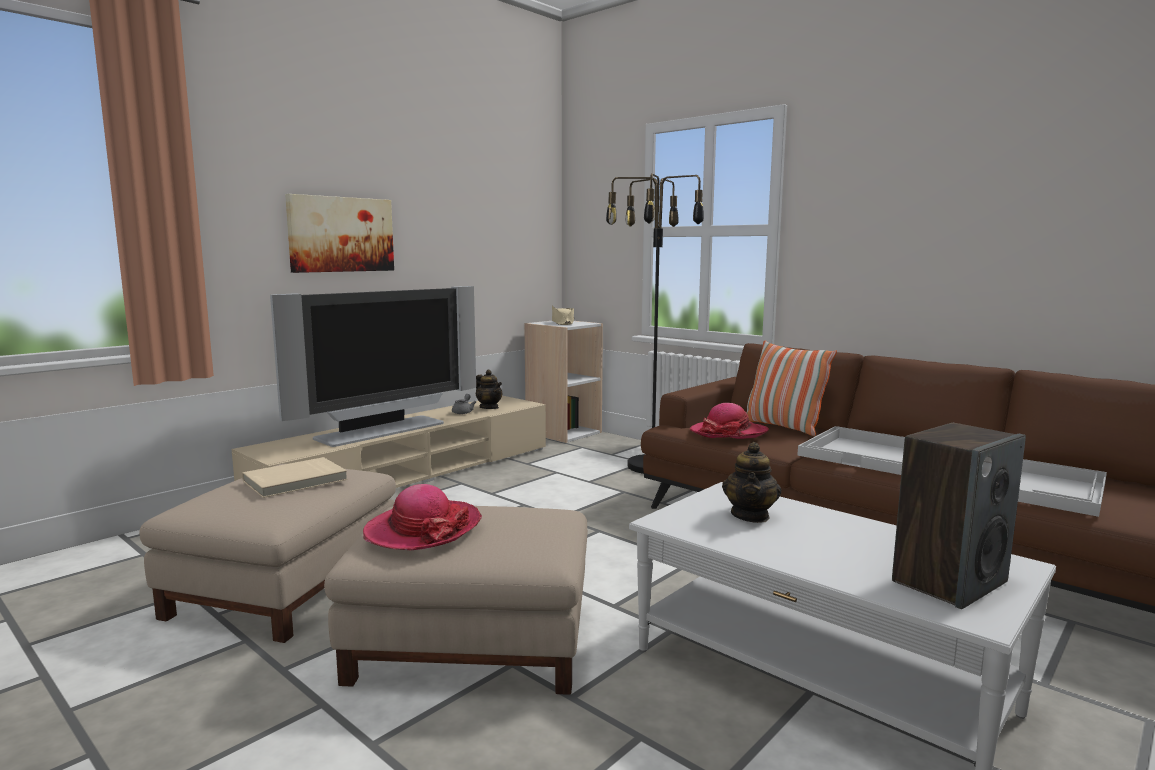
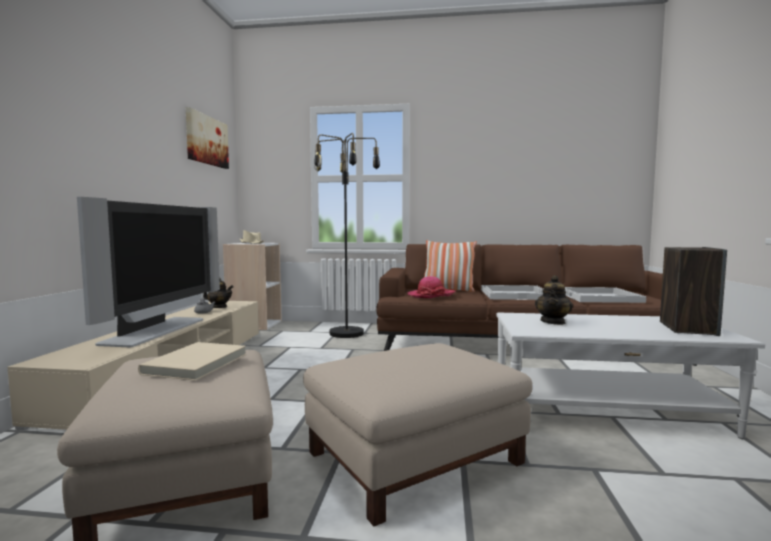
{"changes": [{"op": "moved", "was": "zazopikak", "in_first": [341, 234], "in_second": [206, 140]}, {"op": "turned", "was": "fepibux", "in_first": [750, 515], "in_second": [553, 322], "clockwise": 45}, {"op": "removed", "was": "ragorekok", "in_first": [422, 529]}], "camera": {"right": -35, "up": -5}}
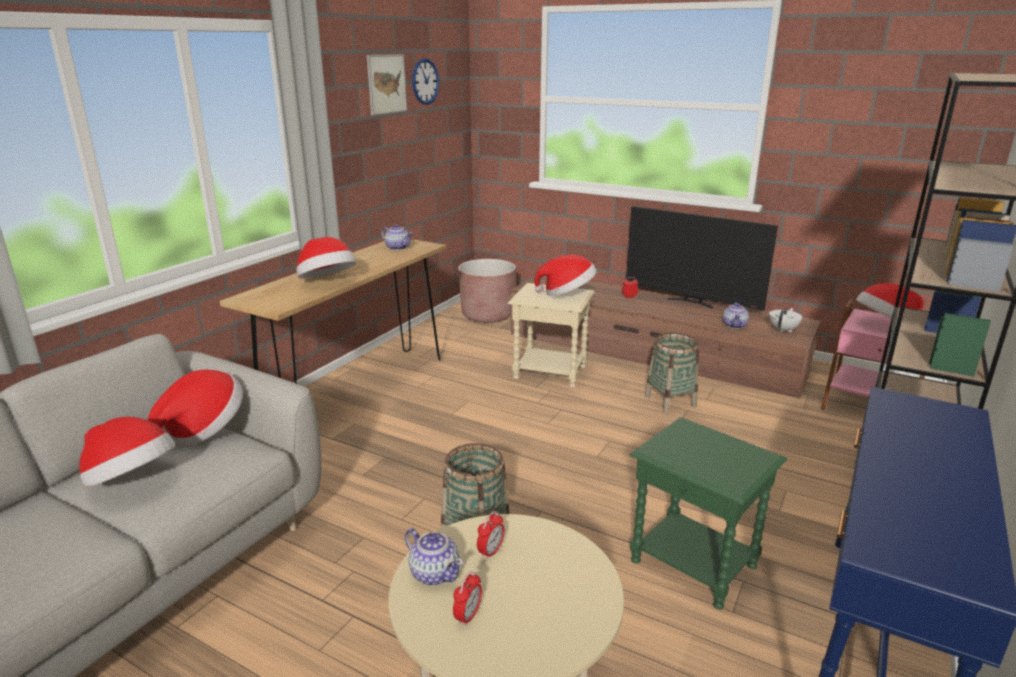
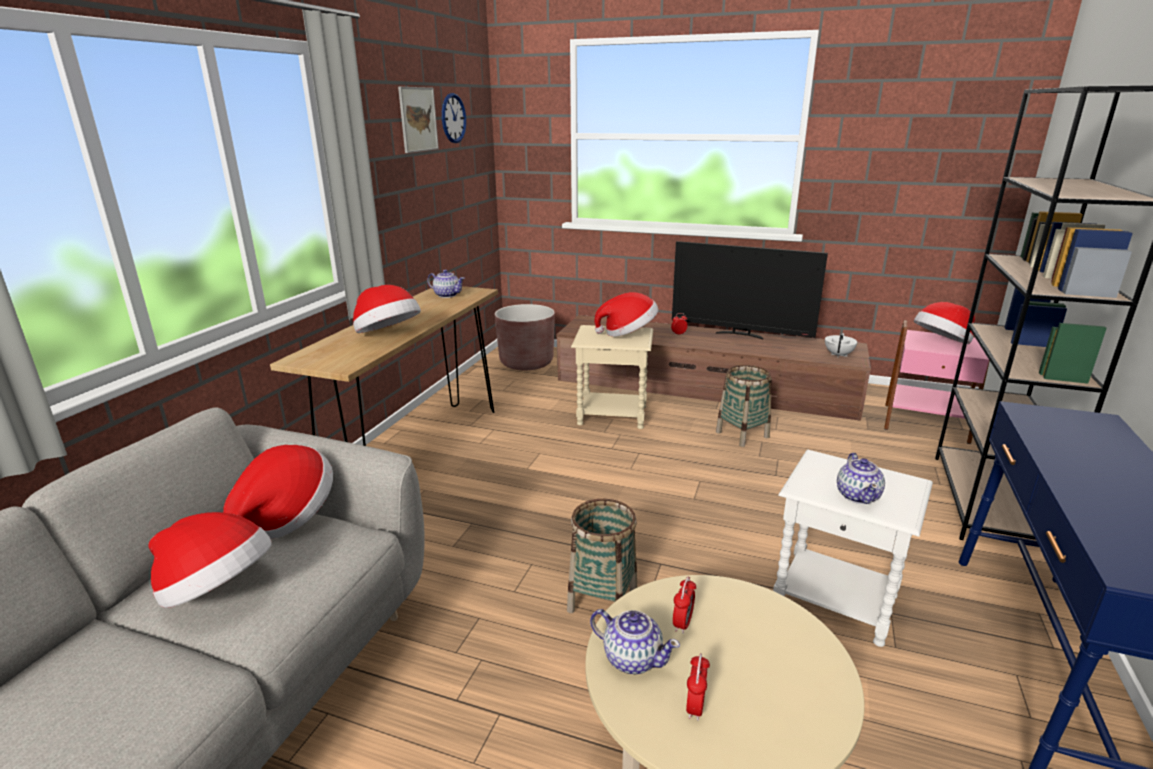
{"changes": [{"op": "recoloured", "was": "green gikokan", "now": "white gikokan", "in_first": [694, 562], "in_second": [835, 598]}, {"op": "moved", "was": "fepibux", "in_first": [734, 325], "in_second": [858, 496]}], "camera": {"right": -10, "up": 0}}
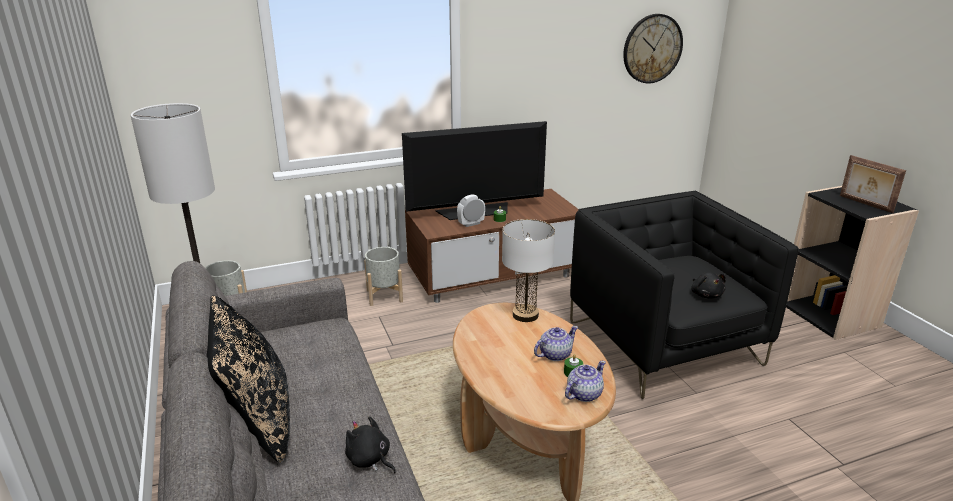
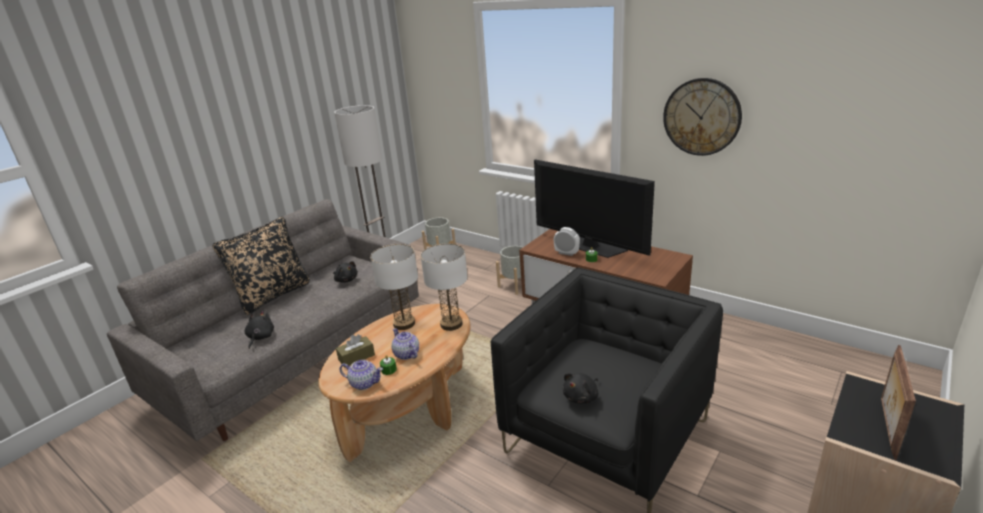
{"changes": [{"op": "added", "now": "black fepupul", "in_second": [346, 280]}, {"op": "added", "now": "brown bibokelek", "in_second": [356, 357]}, {"op": "added", "now": "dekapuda", "in_second": [403, 324]}, {"op": "turned", "was": "fepibux", "in_first": [554, 355], "in_second": [406, 354], "clockwise": -150}, {"op": "moved", "was": "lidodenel", "in_first": [652, 48], "in_second": [701, 117]}], "camera": {"right": 60, "up": 0}}
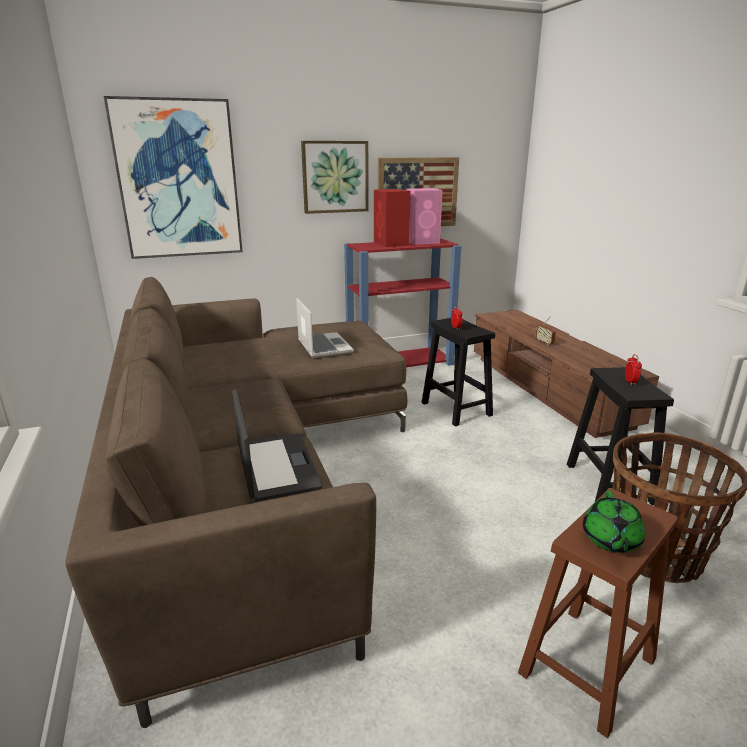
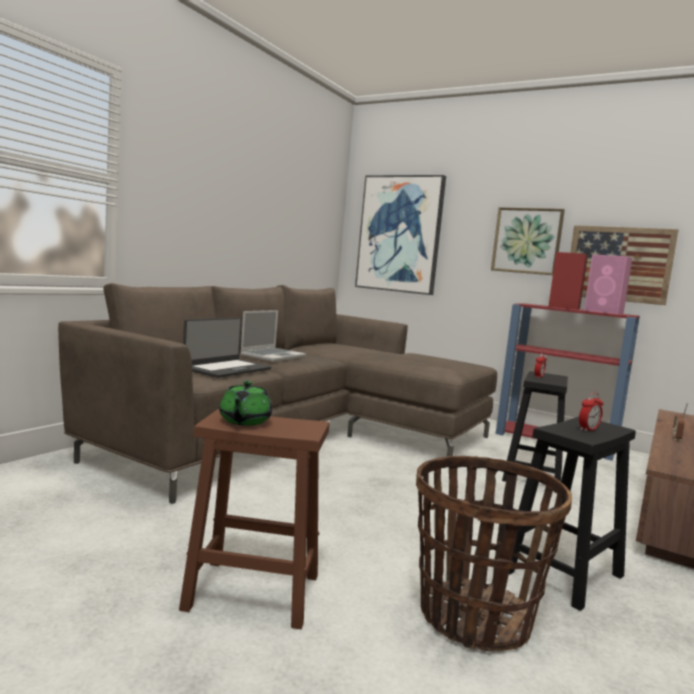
{"changes": [{"op": "turned", "was": "green fepibux", "in_first": [611, 540], "in_second": [244, 421], "clockwise": -60}, {"op": "moved", "was": "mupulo", "in_first": [323, 346], "in_second": [273, 356]}], "camera": {"right": 50, "up": -15}}
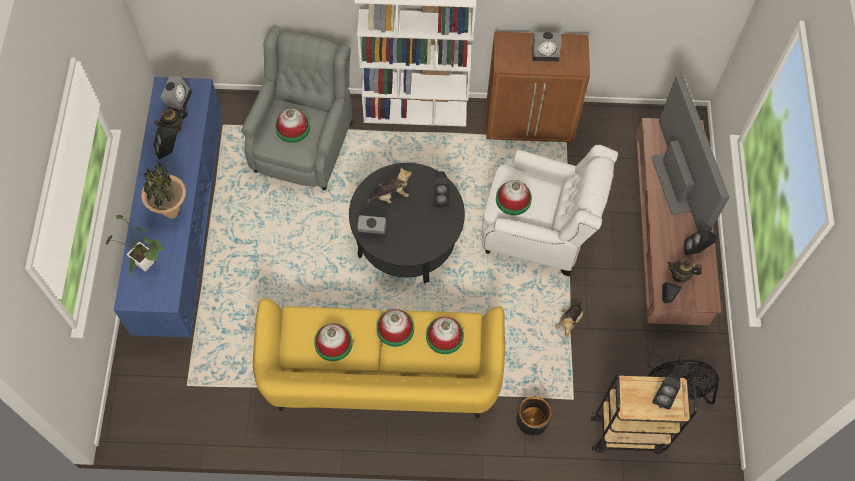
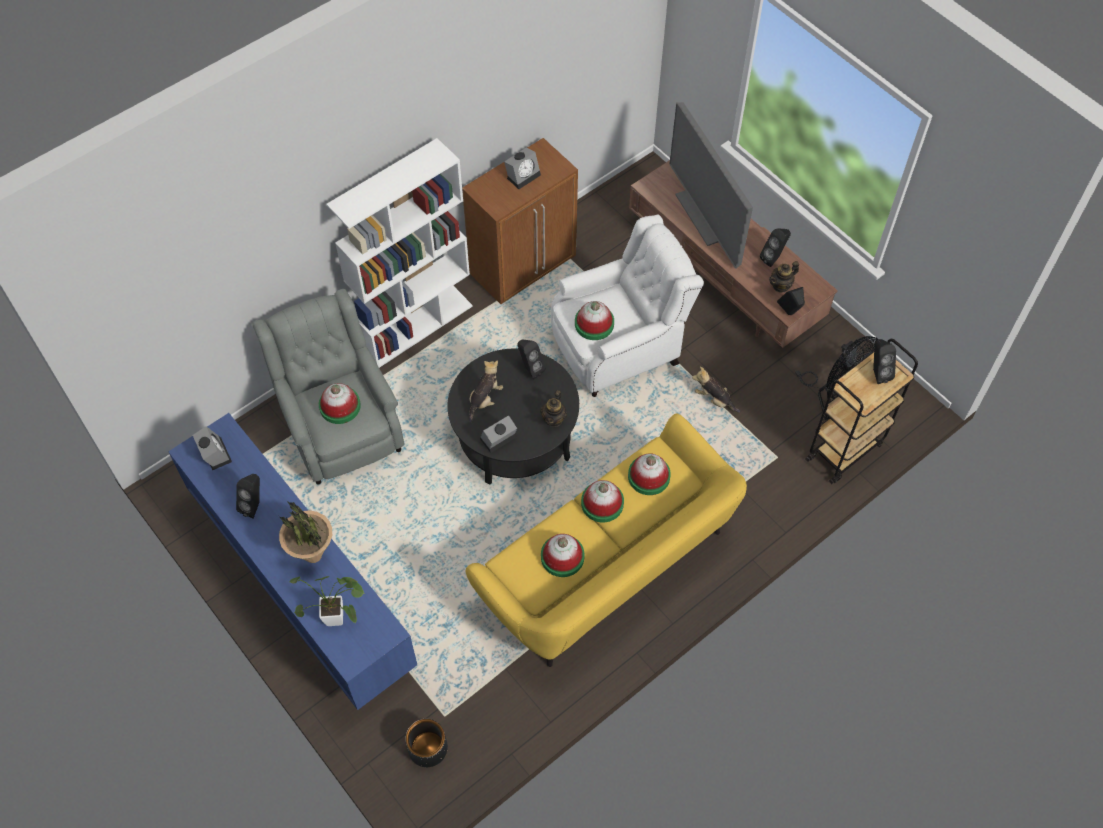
{"changes": [{"op": "moved", "was": "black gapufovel", "in_first": [532, 420], "in_second": [428, 748]}, {"op": "moved", "was": "fepibux", "in_first": [174, 127], "in_second": [554, 419]}, {"op": "turned", "was": "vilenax", "in_first": [677, 181], "in_second": [707, 215], "clockwise": -150}, {"op": "turned", "was": "fepupul", "in_first": [569, 321], "in_second": [714, 399], "clockwise": 135}], "camera": {"right": -40, "up": -5}}
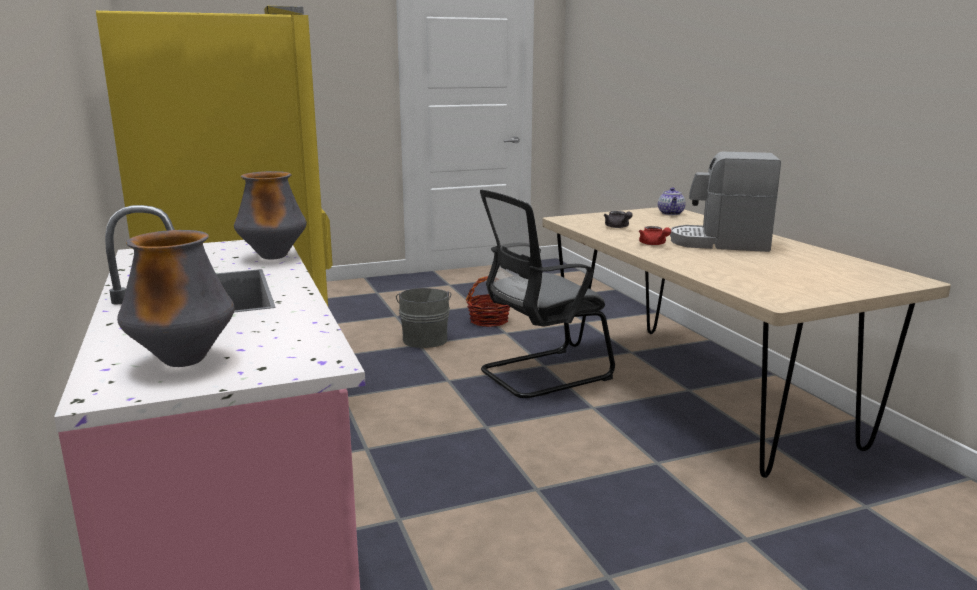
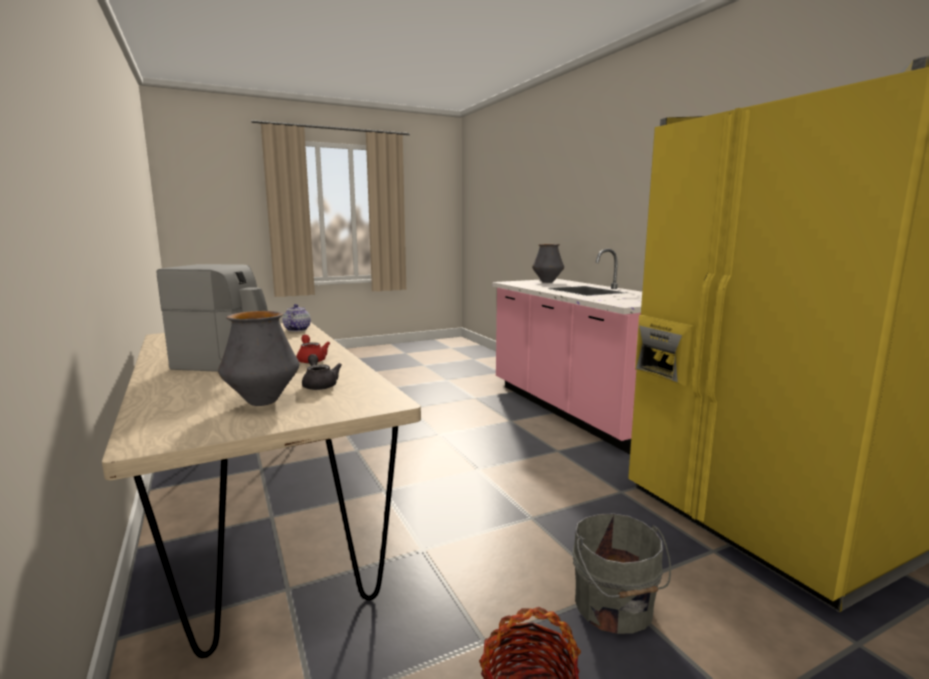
{"changes": [{"op": "moved", "was": "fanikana", "in_first": [273, 257], "in_second": [262, 401]}, {"op": "moved", "was": "fepibux", "in_first": [671, 213], "in_second": [297, 329]}, {"op": "removed", "was": "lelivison", "in_first": [540, 374]}], "camera": {"right": 175, "up": -5}}
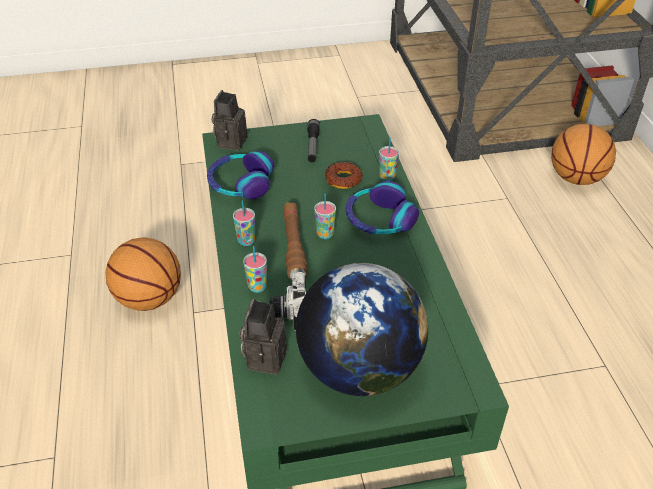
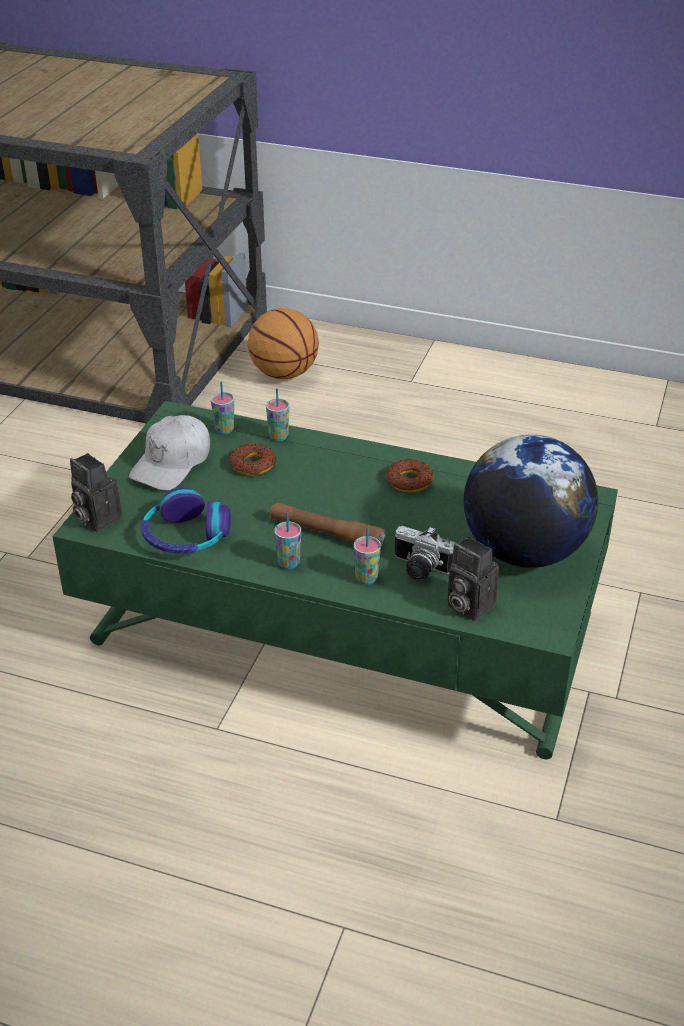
{"changes": [{"op": "replaced", "was": "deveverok", "now": "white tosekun", "in_first": [312, 146], "in_second": [172, 463]}, {"op": "moved", "was": "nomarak", "in_first": [325, 234], "in_second": [224, 430]}, {"op": "added", "now": "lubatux", "in_second": [409, 481]}, {"op": "removed", "was": "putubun", "in_first": [150, 298]}, {"op": "removed", "was": "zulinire", "in_first": [379, 219]}], "camera": {"right": -60, "up": -5}}
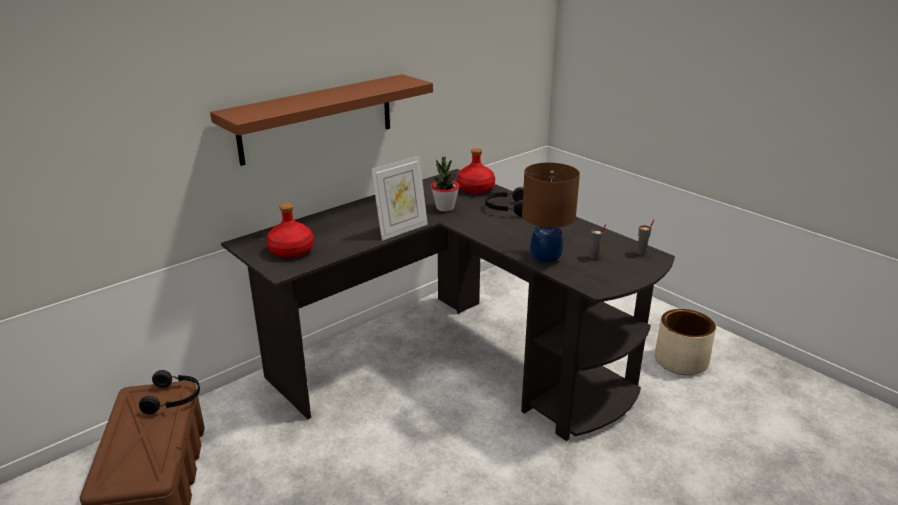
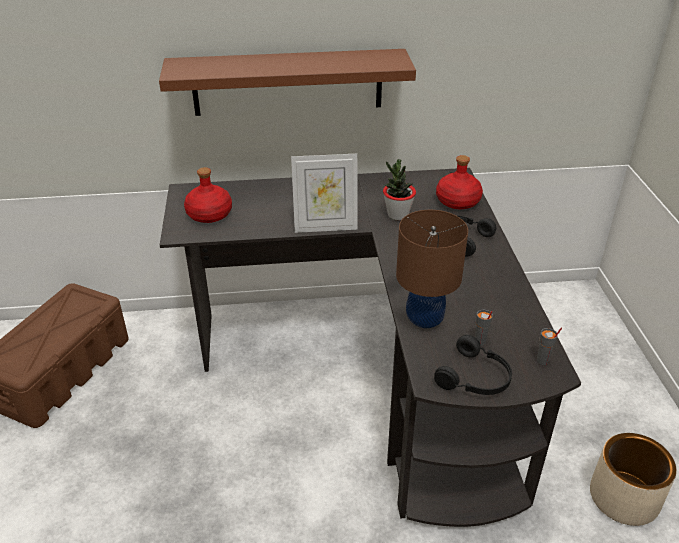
{"changes": [{"op": "moved", "was": "black zulinire", "in_first": [174, 398], "in_second": [475, 378]}], "camera": {"right": 35, "up": 10}}
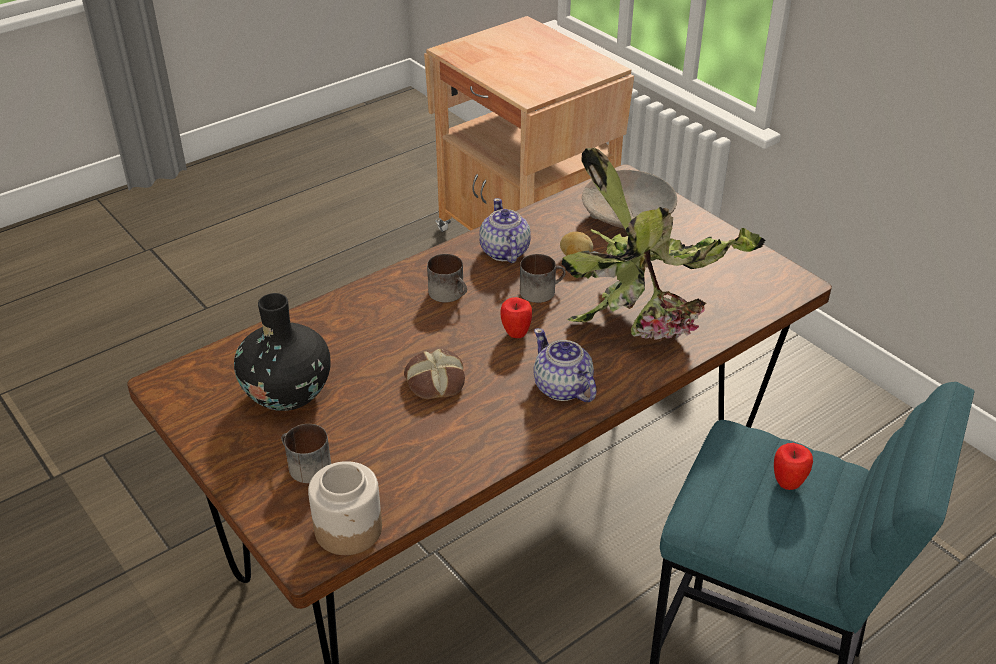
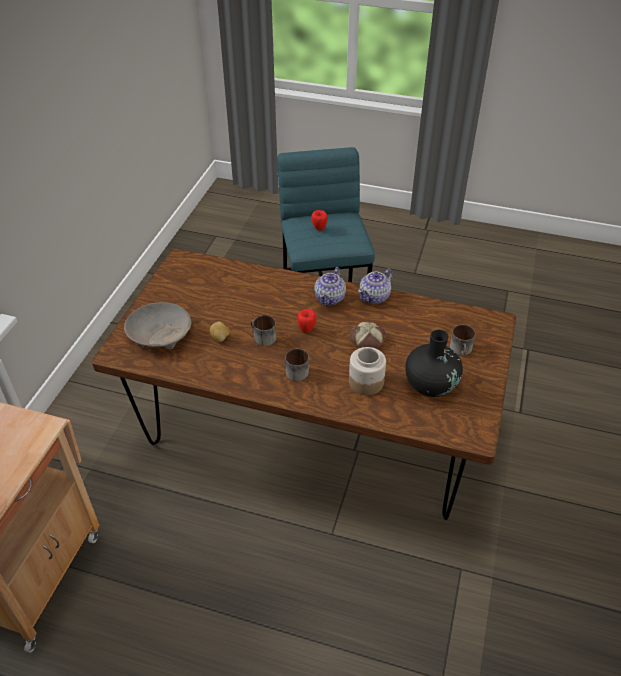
{"changes": [{"op": "moved", "was": "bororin", "in_first": [349, 529], "in_second": [365, 382]}, {"op": "moved", "was": "fepibux", "in_first": [504, 252], "in_second": [375, 297]}, {"op": "removed", "was": "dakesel", "in_first": [650, 317]}], "camera": {"right": -125, "up": 5}}
